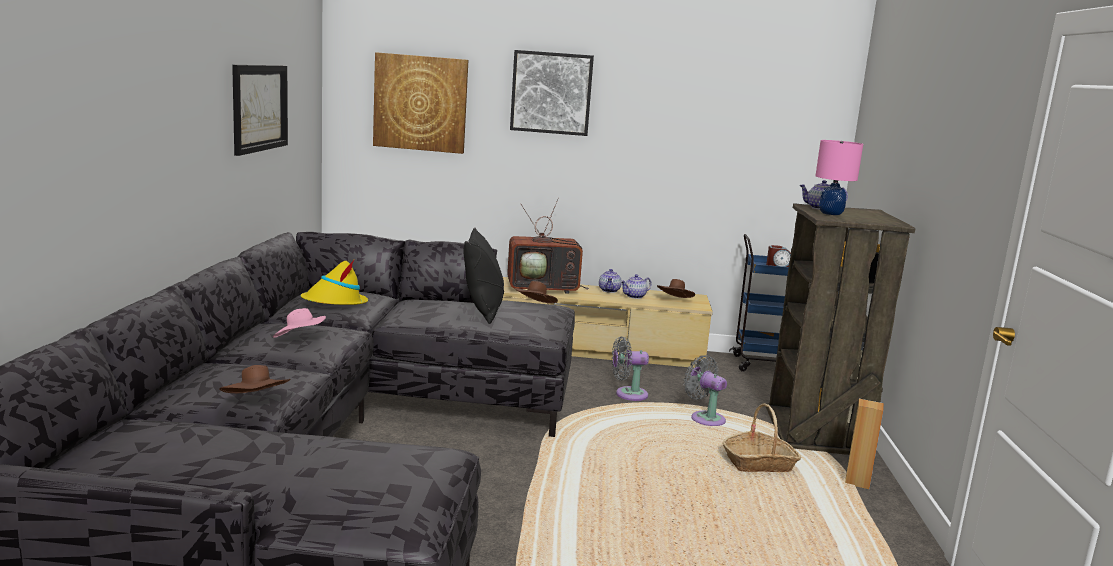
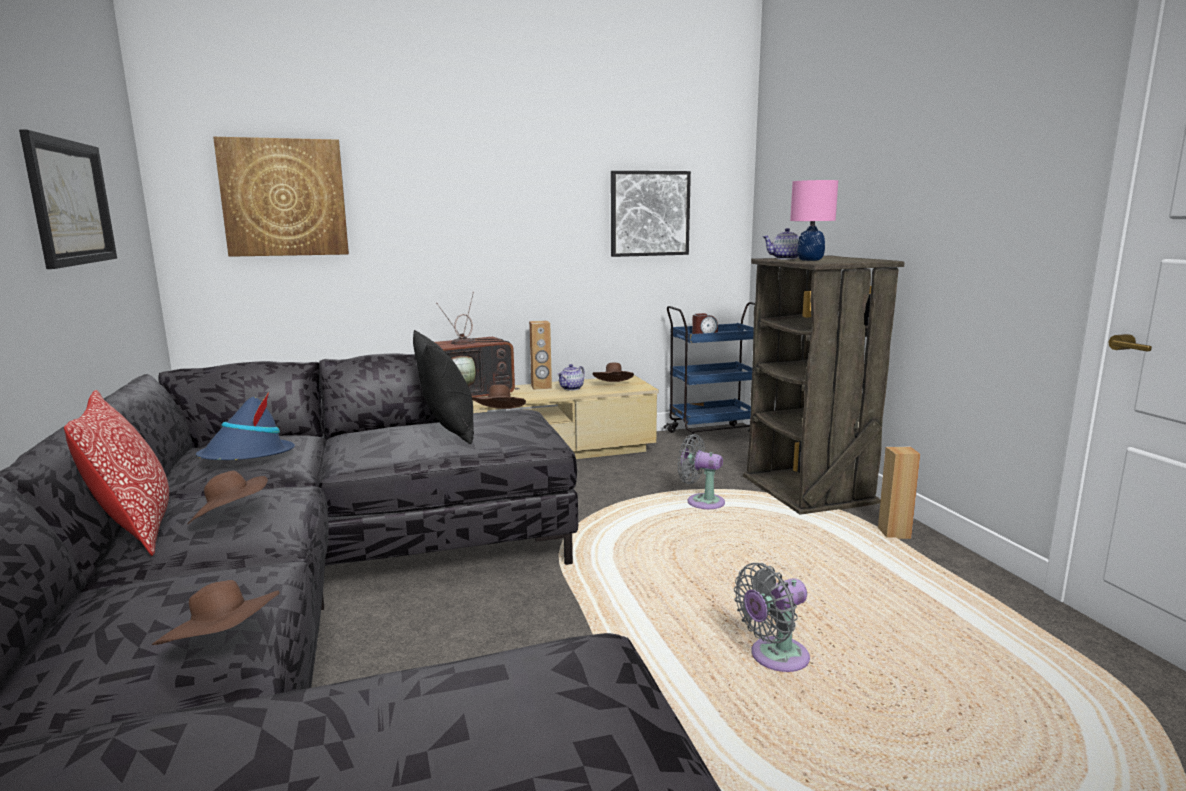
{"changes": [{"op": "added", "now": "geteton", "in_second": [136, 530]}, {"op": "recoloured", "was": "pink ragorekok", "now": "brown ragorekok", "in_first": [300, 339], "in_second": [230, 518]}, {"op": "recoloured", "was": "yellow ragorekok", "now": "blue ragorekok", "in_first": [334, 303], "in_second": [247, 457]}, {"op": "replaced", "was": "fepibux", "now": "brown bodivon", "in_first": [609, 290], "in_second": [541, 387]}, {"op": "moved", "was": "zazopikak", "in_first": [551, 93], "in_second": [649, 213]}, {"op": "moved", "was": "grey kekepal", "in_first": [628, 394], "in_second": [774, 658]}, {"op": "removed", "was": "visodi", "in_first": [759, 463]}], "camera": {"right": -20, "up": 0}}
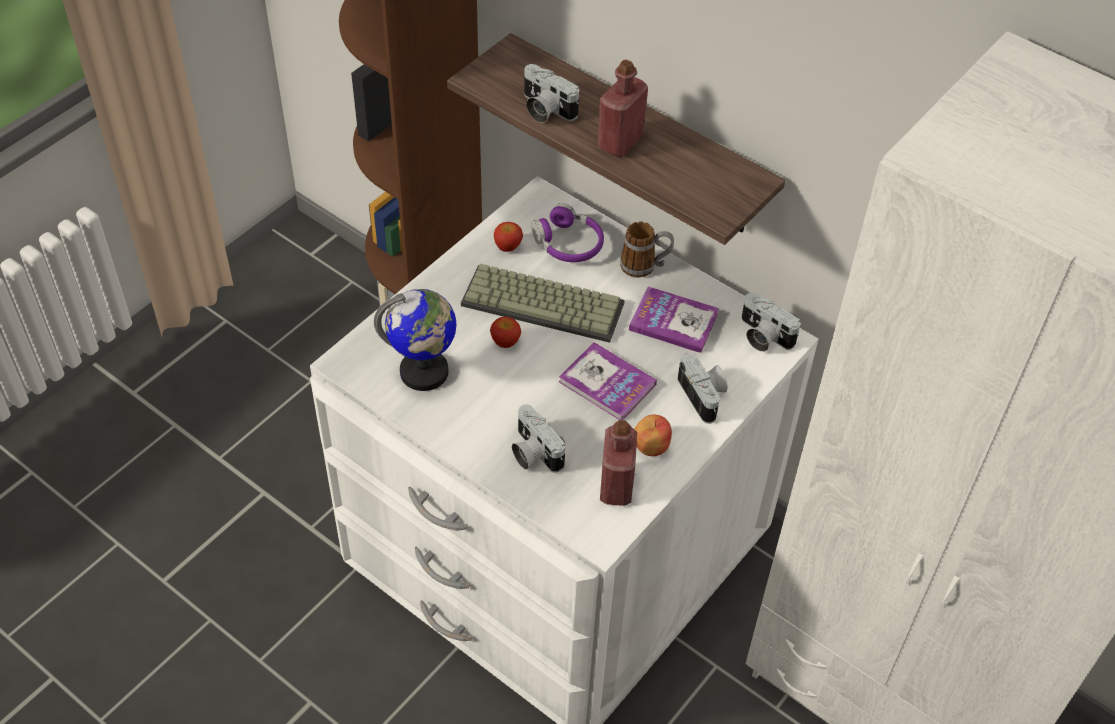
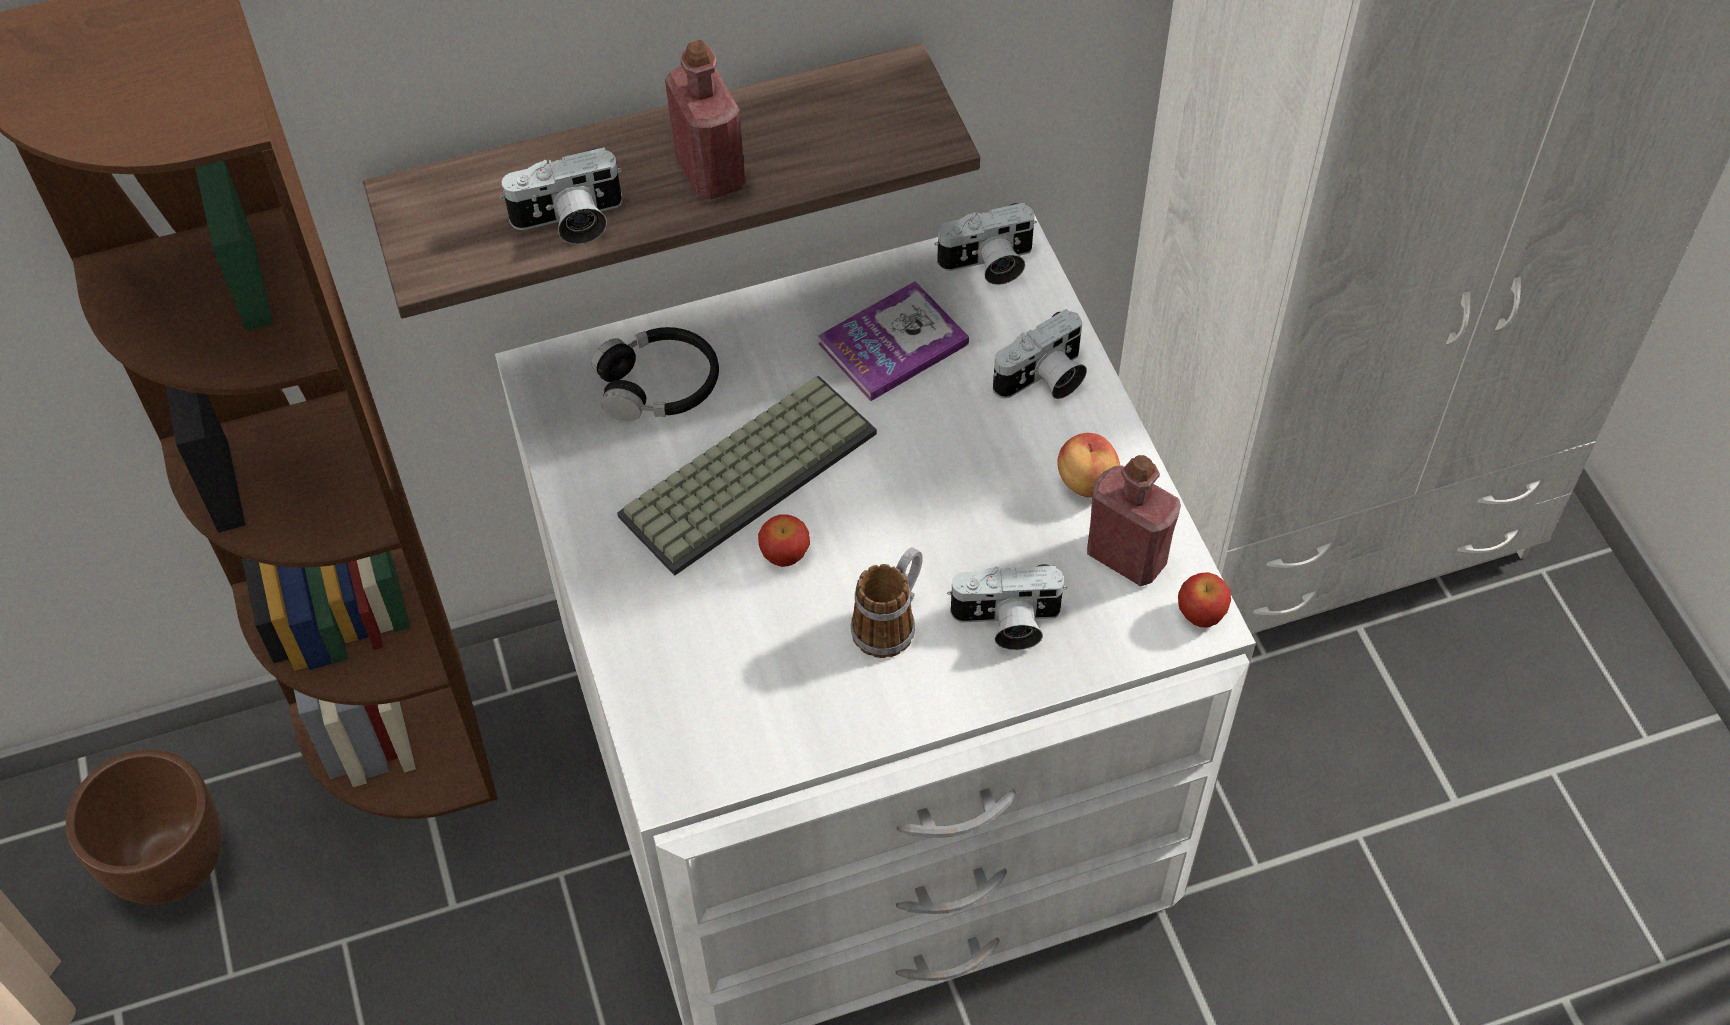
{"changes": [{"op": "added", "now": "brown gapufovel", "in_second": [173, 865]}, {"op": "recoloured", "was": "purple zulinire", "now": "black zulinire", "in_first": [568, 244], "in_second": [659, 385]}, {"op": "moved", "was": "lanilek", "in_first": [645, 266], "in_second": [891, 622]}, {"op": "turned", "was": "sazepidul", "in_first": [704, 396], "in_second": [1043, 380], "clockwise": 135}, {"op": "moved", "was": "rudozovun", "in_first": [508, 246], "in_second": [1200, 613]}, {"op": "removed", "was": "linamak", "in_first": [424, 372]}, {"op": "removed", "was": "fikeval", "in_first": [607, 383]}], "camera": {"right": -55, "up": 5}}
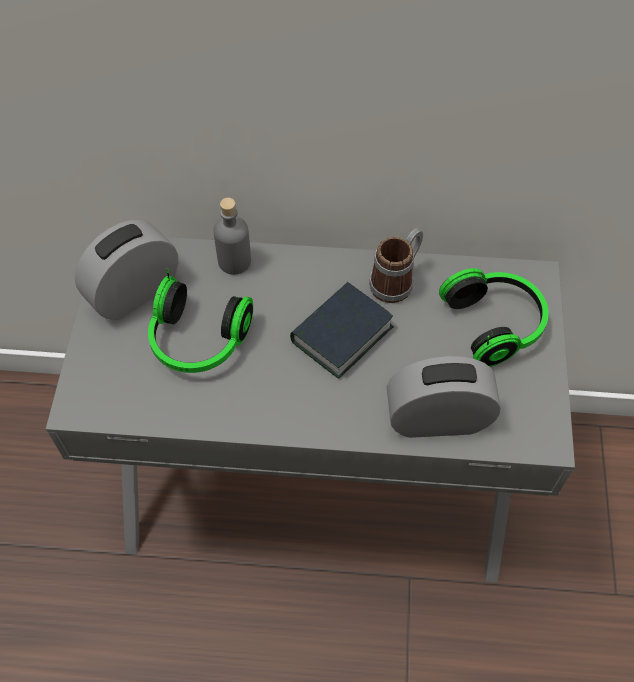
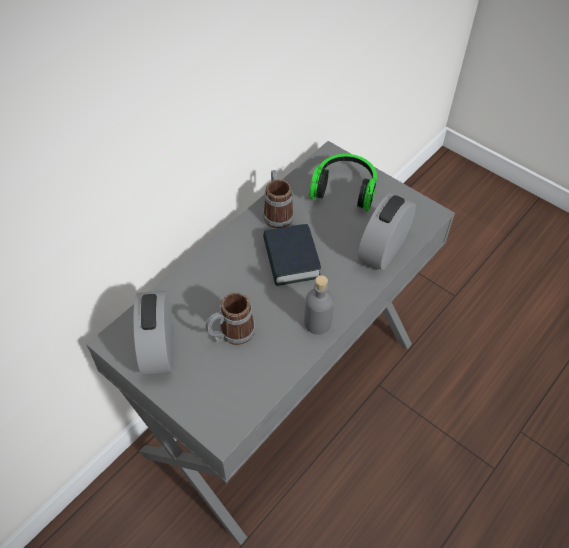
{"changes": [{"op": "replaced", "was": "zulinire", "now": "lanilek", "in_first": [198, 341], "in_second": [231, 334]}, {"op": "moved", "was": "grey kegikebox", "in_first": [234, 261], "in_second": [317, 323]}], "camera": {"right": -55, "up": -5}}
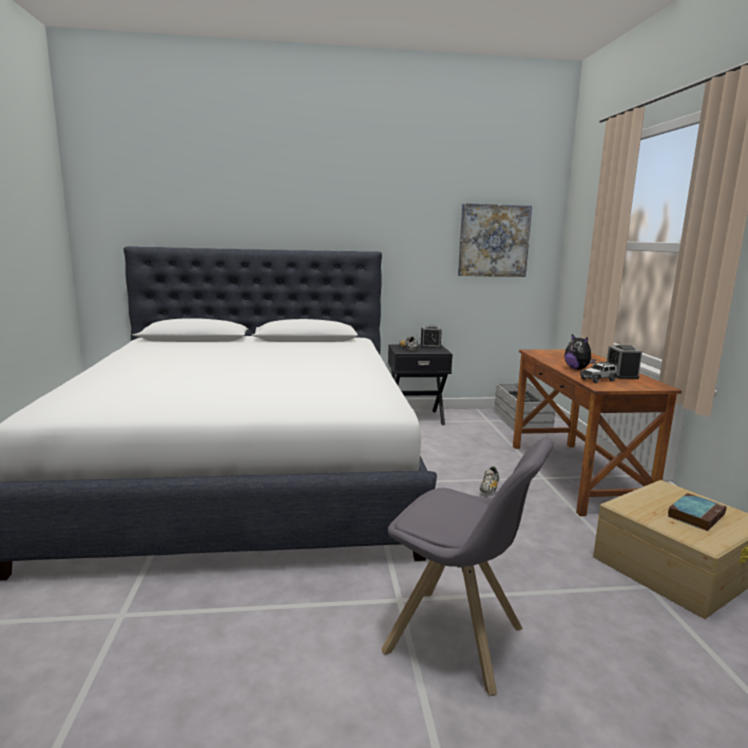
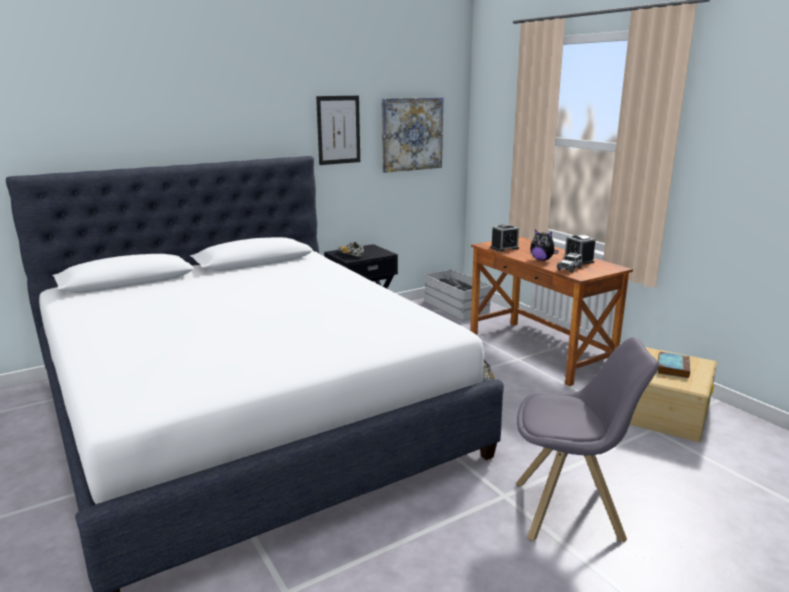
{"changes": [{"op": "added", "now": "zazopikak", "in_second": [338, 130]}, {"op": "moved", "was": "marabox", "in_first": [430, 346], "in_second": [504, 248]}], "camera": {"right": -25, "up": 5}}
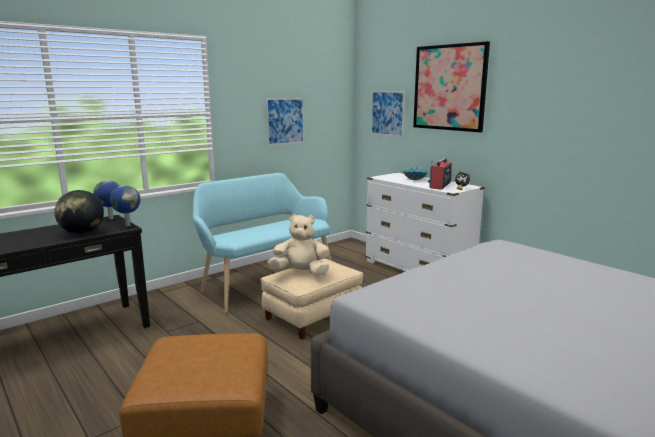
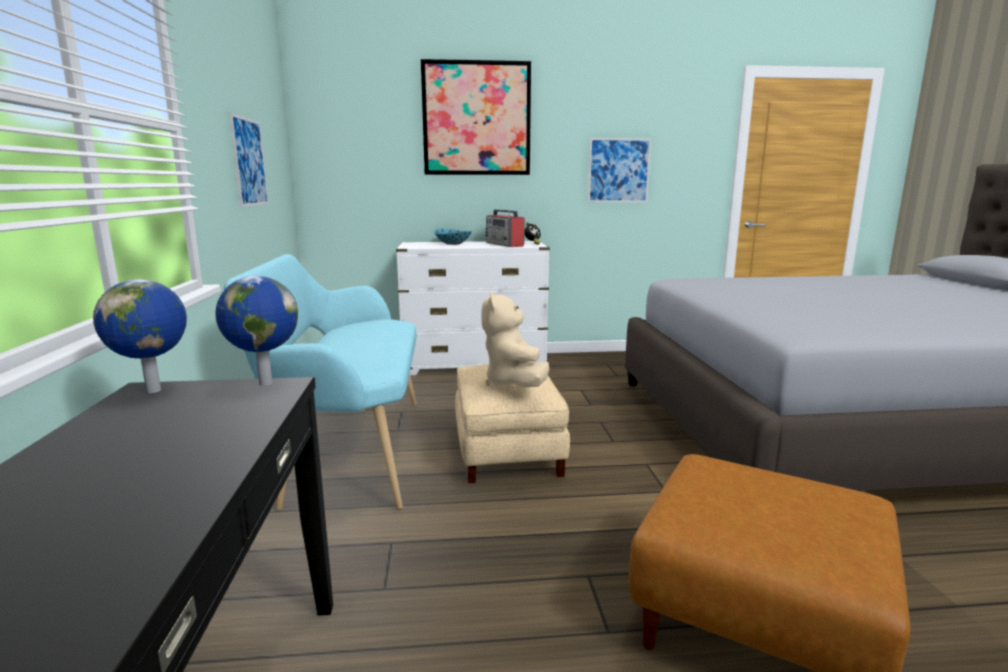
{"changes": [{"op": "turned", "was": "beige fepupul", "in_first": [300, 273], "in_second": [514, 384], "clockwise": -45}, {"op": "moved", "was": "zazopikak", "in_first": [387, 113], "in_second": [618, 170]}, {"op": "removed", "was": "linamak", "in_first": [82, 233]}], "camera": {"right": -55, "up": 0}}
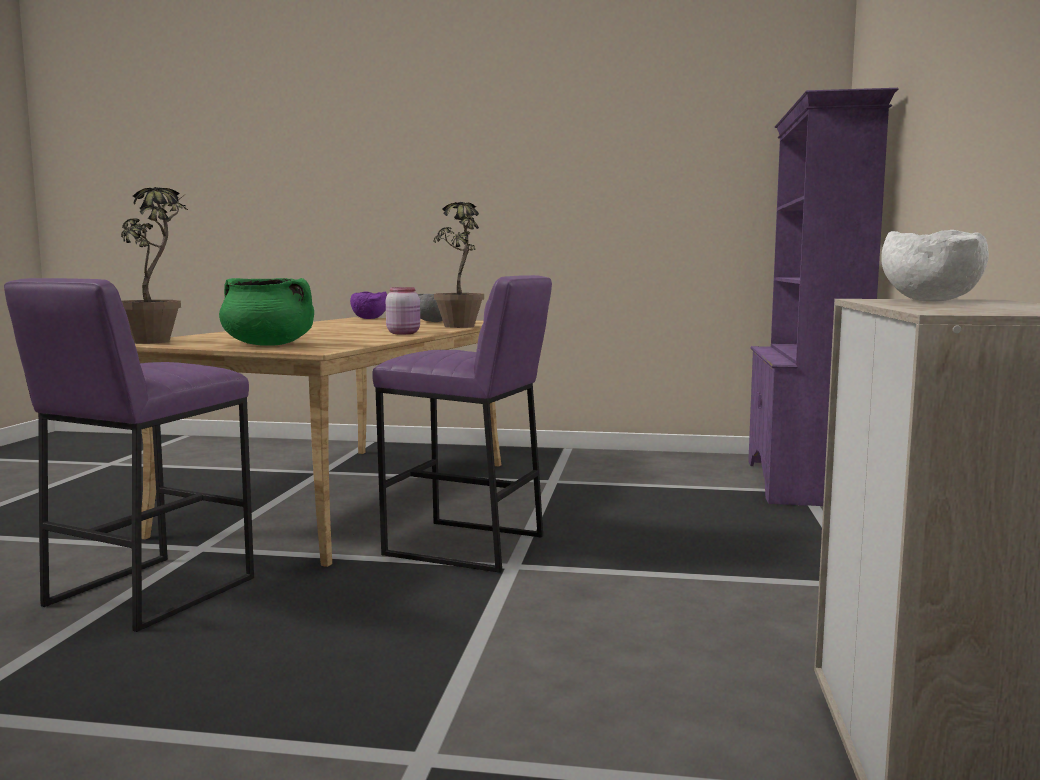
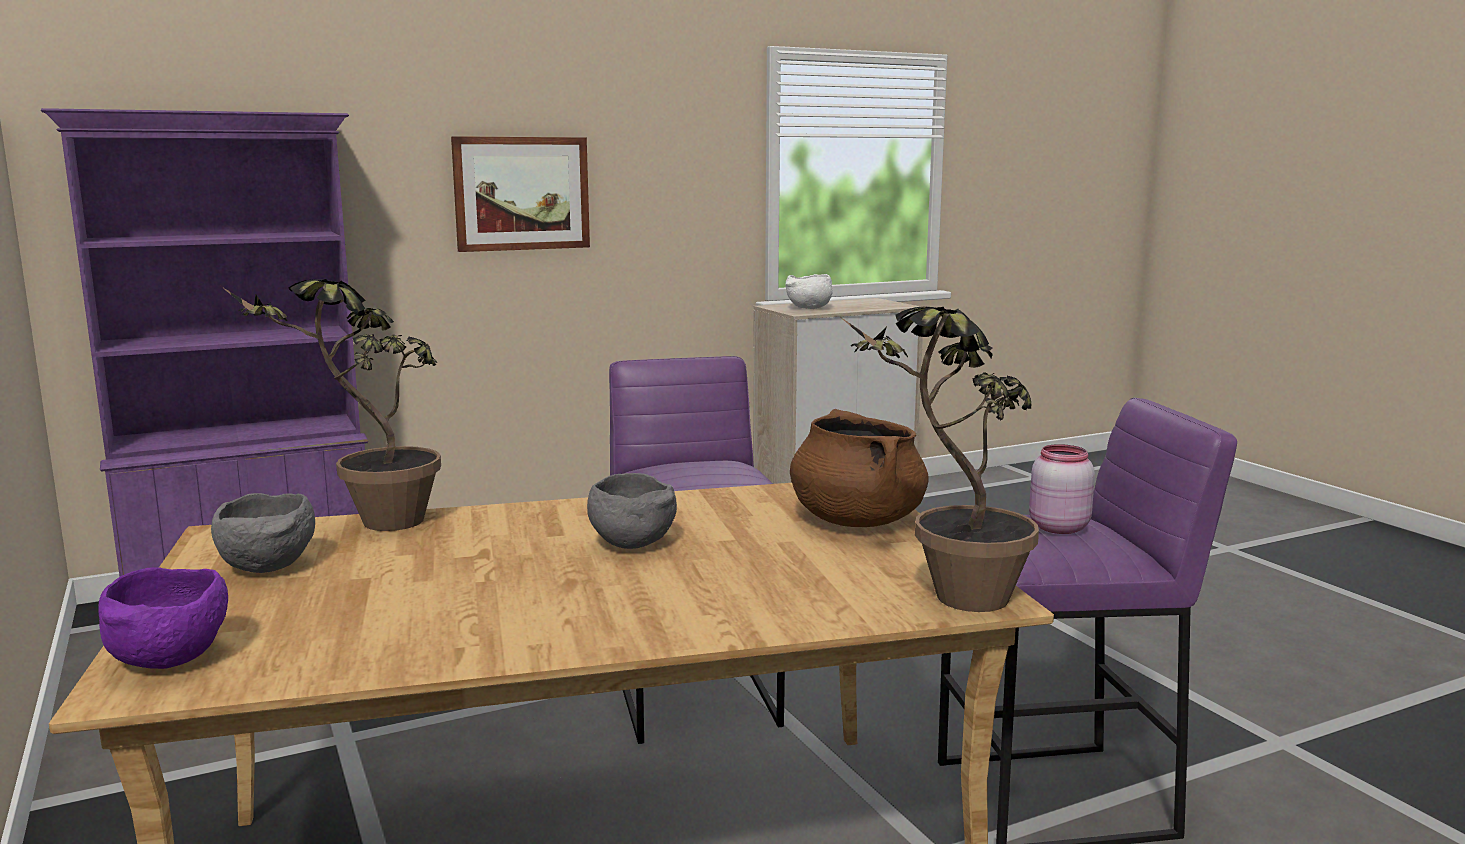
{"changes": [{"op": "added", "now": "zazopikak", "in_second": [521, 193]}, {"op": "added", "now": "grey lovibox", "in_second": [630, 544]}, {"op": "recoloured", "was": "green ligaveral", "now": "brown ligaveral", "in_first": [269, 345], "in_second": [856, 520]}, {"op": "moved", "was": "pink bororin", "in_first": [404, 333], "in_second": [1056, 527]}], "camera": {"right": -125, "up": 5}}
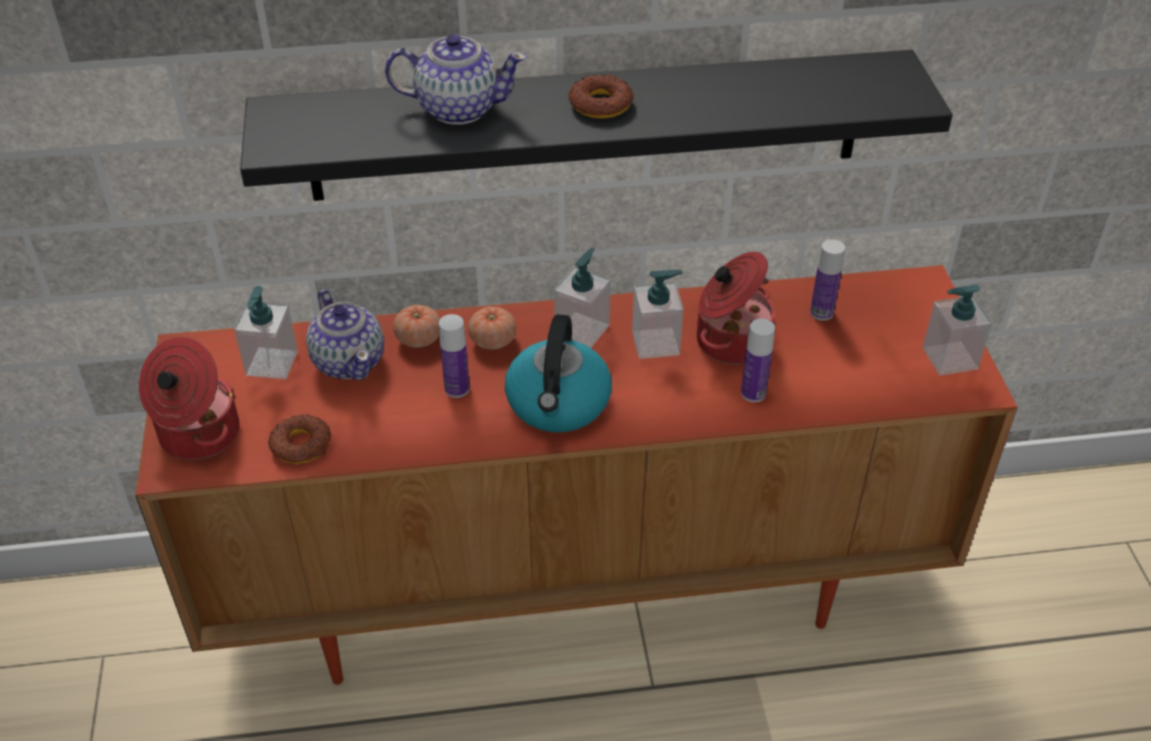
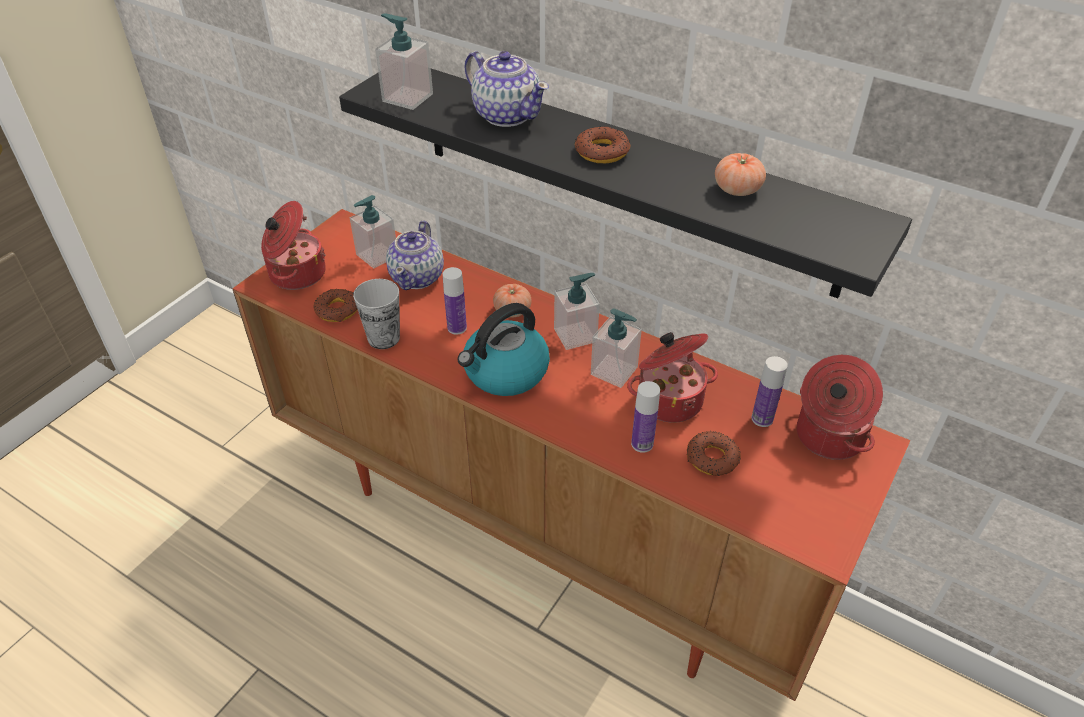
{"changes": [{"op": "added", "now": "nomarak", "in_second": [383, 338]}, {"op": "moved", "was": "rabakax", "in_first": [949, 358], "in_second": [407, 97]}, {"op": "added", "now": "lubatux", "in_second": [712, 458]}, {"op": "moved", "was": "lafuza", "in_first": [418, 339], "in_second": [737, 189]}, {"op": "added", "now": "ligaveral", "in_second": [827, 436]}], "camera": {"right": 40, "up": 0}}
